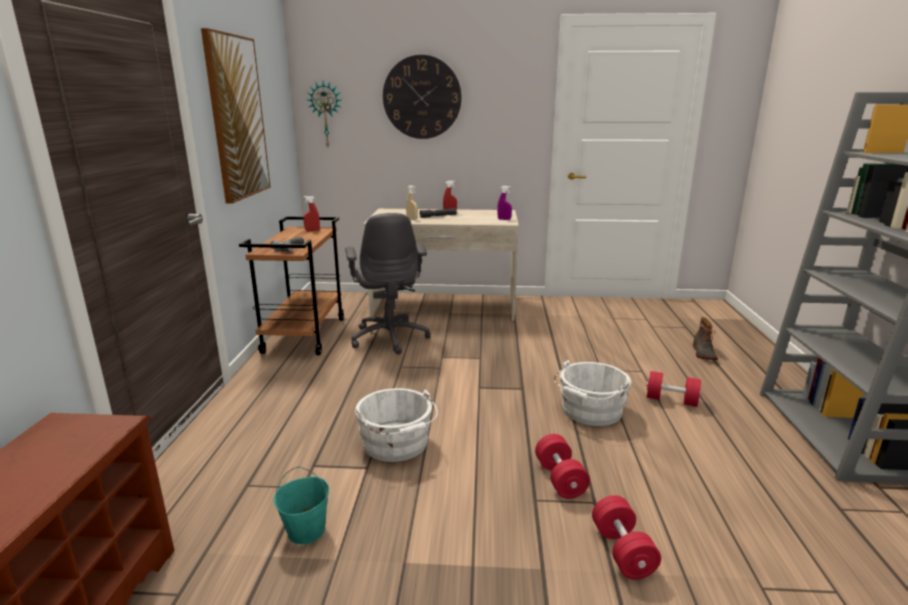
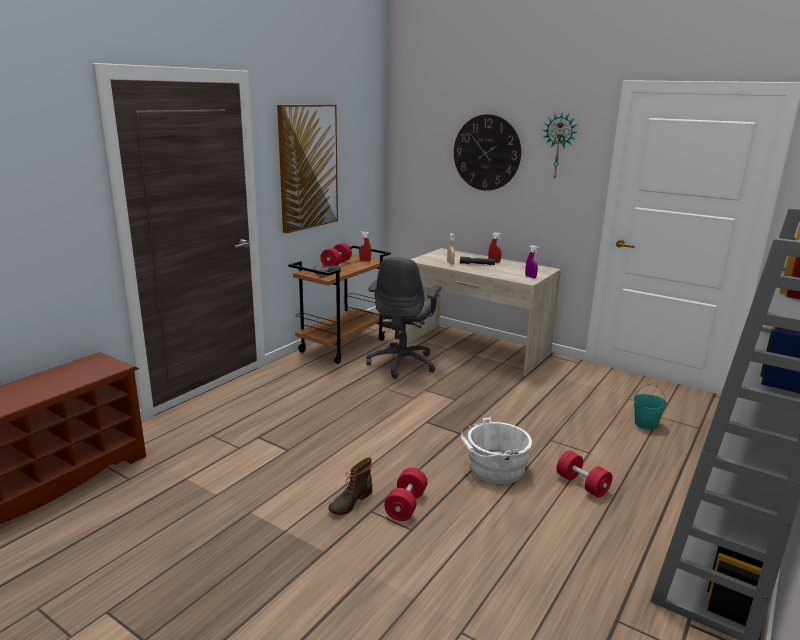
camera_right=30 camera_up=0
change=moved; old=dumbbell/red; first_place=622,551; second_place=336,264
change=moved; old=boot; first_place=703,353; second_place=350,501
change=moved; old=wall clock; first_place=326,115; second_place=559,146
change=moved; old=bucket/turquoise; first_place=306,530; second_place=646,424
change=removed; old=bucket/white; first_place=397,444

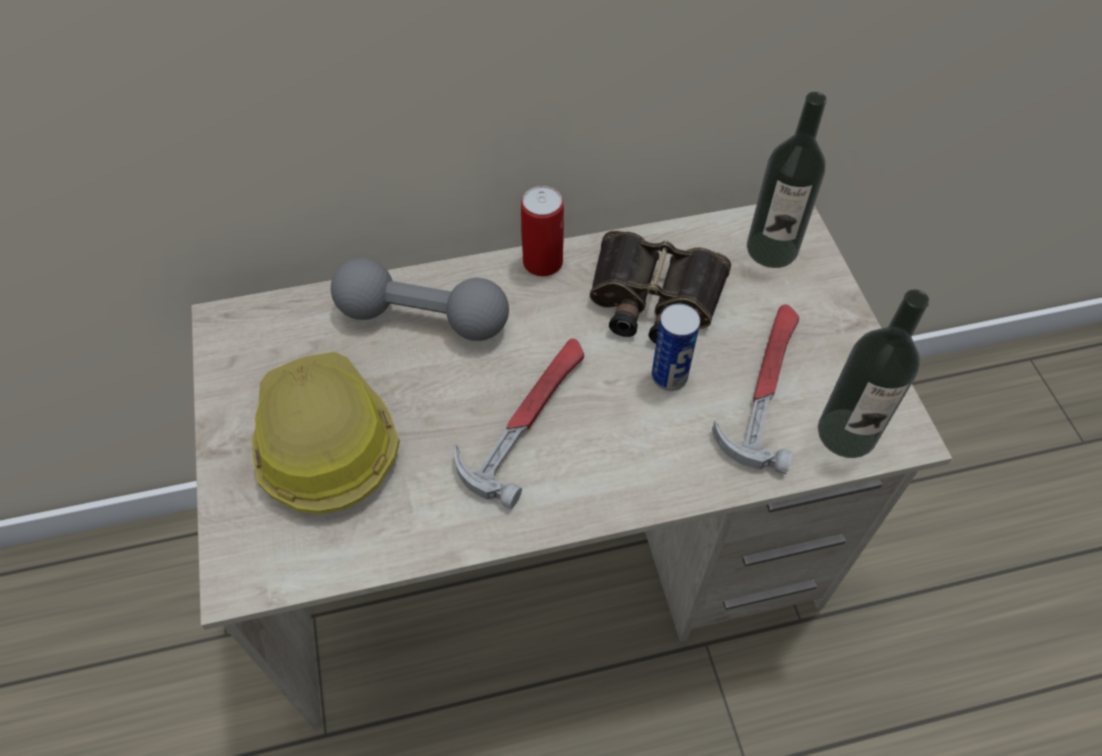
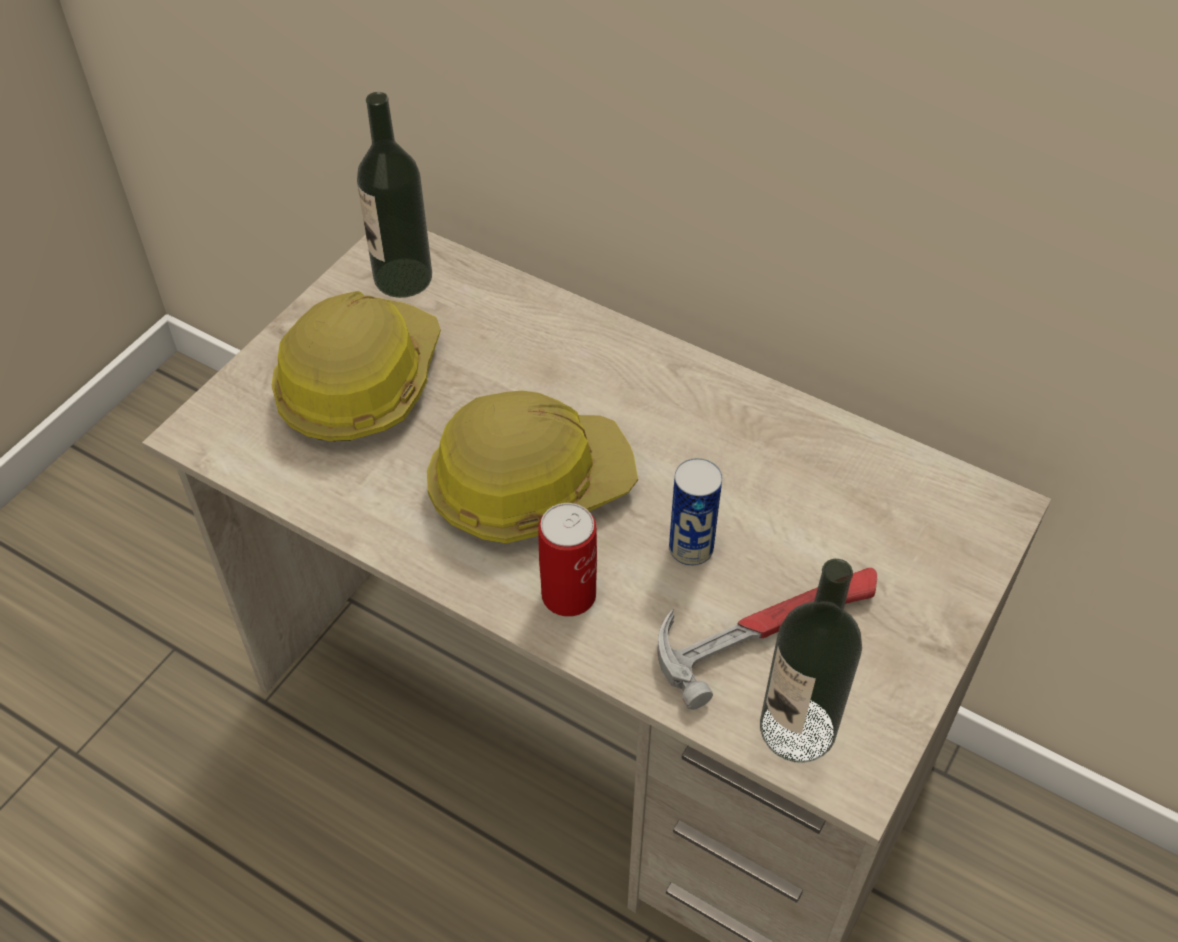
camera_right=45 camera_up=-5
change=moved; old=bottle; first_place=772,249; second_place=403,278
change=replaced; old=hammer; new=hard hat; first_place=526,417; second_place=529,485
change=moved; old=can; first_place=542,262; second_place=568,594
change=removed; old=dumbbell/grey; first_place=423,318
change=removed; old=binoculars; first_place=653,299

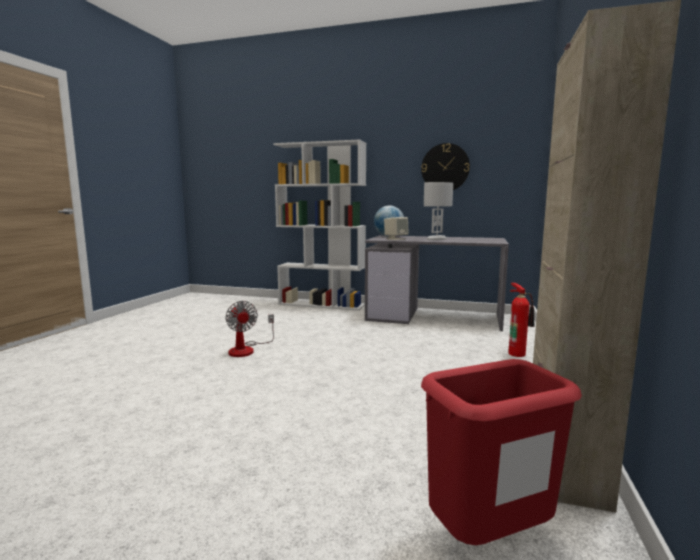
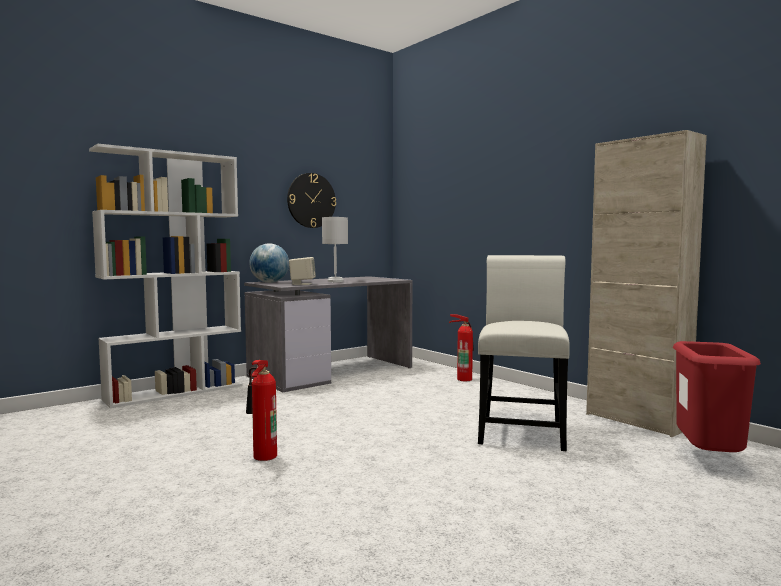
camera_right=-55 camera_up=-5
change=replaced; old=fan; new=fire extinguisher; first_place=247,349; second_place=262,457
change=added; new=chair/white; second_place=521,430

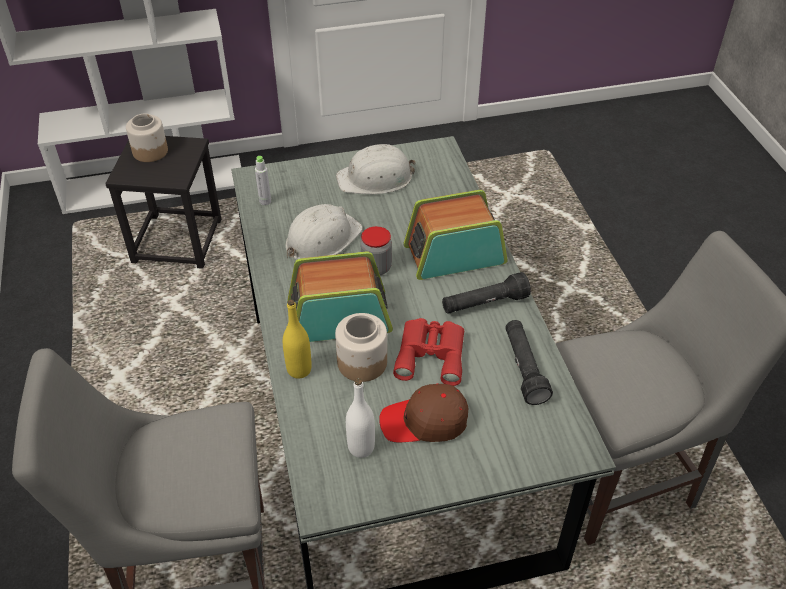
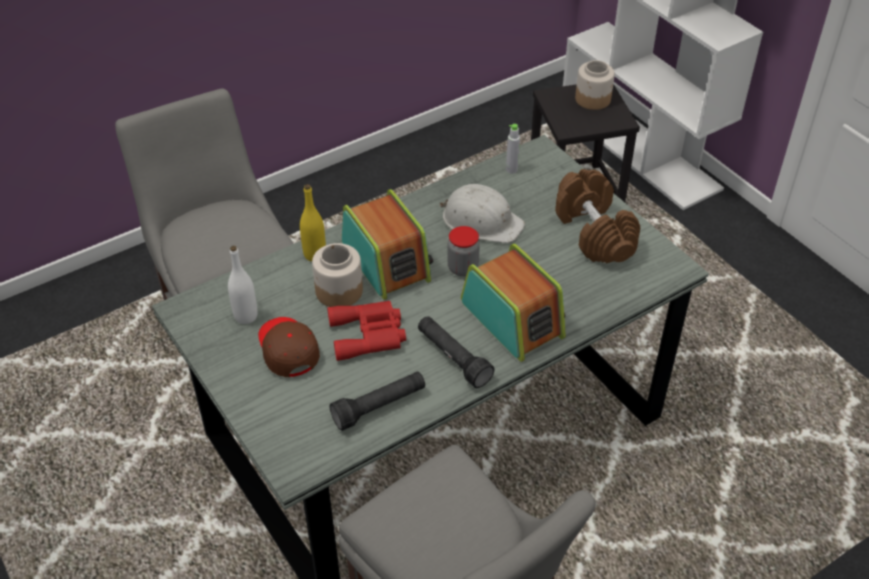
camera_right=70 camera_up=0
change=replaced; old=hard hat/white; new=dumbbell/brown; first_place=376,178; second_place=593,232

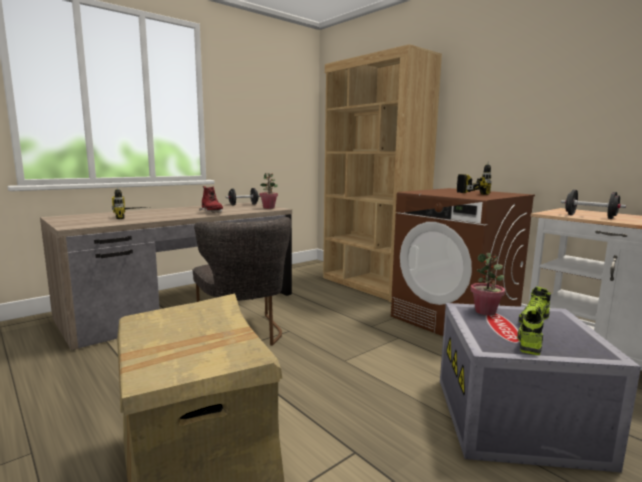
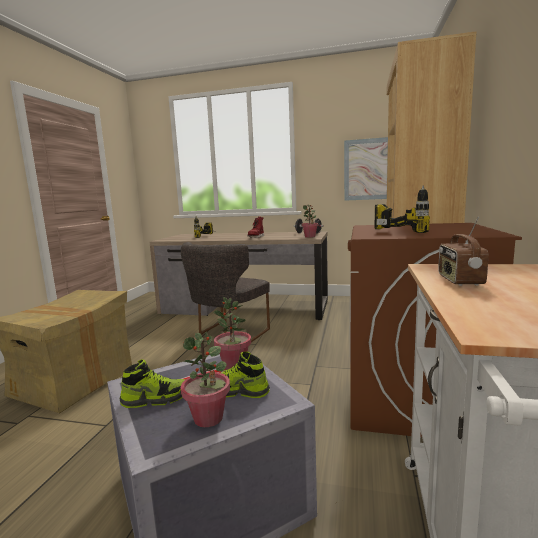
camera_right=55 camera_up=0
change=added; new=potted plant; second_place=208,418
change=added; new=picture; second_place=367,169
change=replaced; old=dumbbell/black; new=radio; first_place=590,216; second_place=459,280

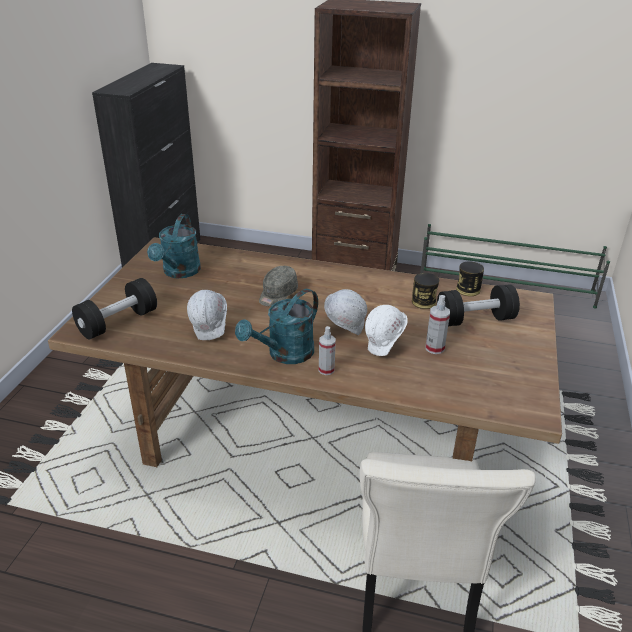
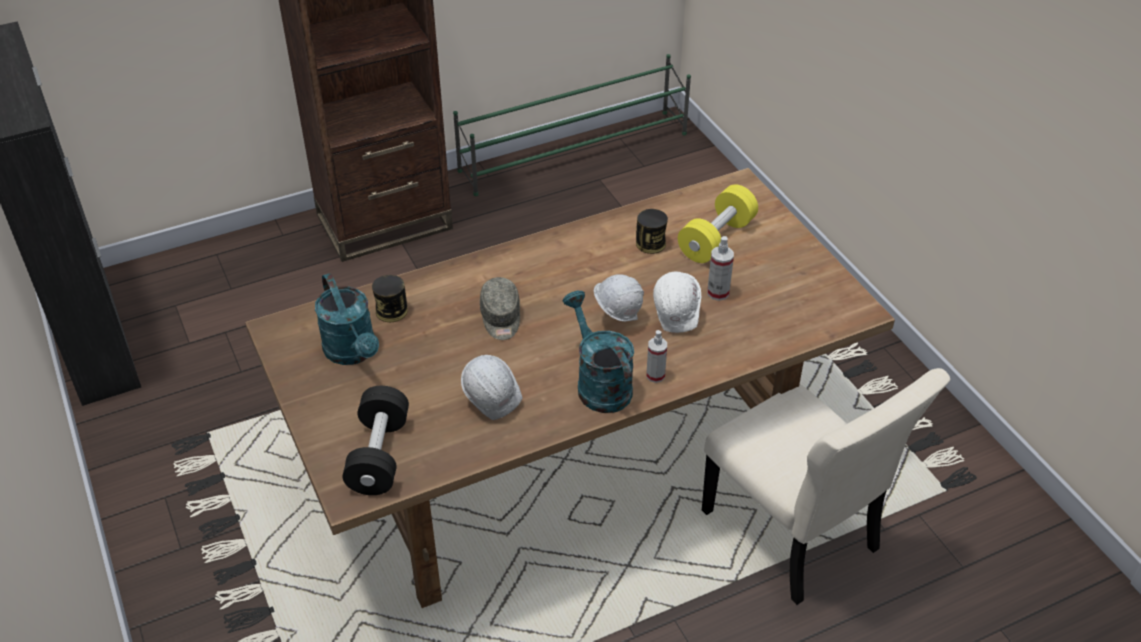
camera_right=-40 camera_up=10
change=moved; old=can; first_place=468,290; second_place=391,311
change=turned; old=watering can/turquoise; first_place=284,355; second_place=599,383; degrees=150
change=recoloured; old=dumbbell/black; new=dumbbell/yellow; first_place=474,320; second_place=716,239

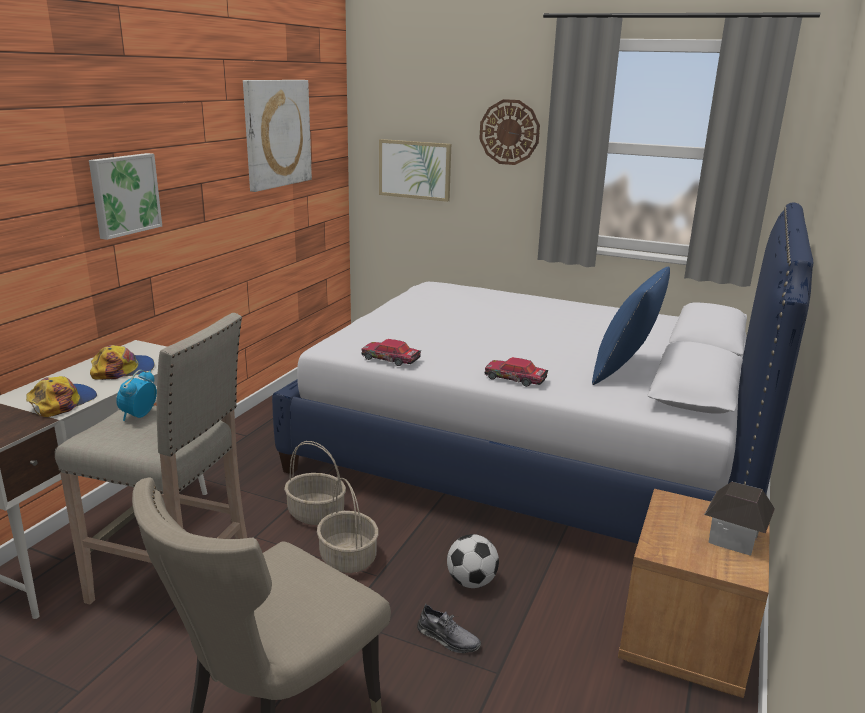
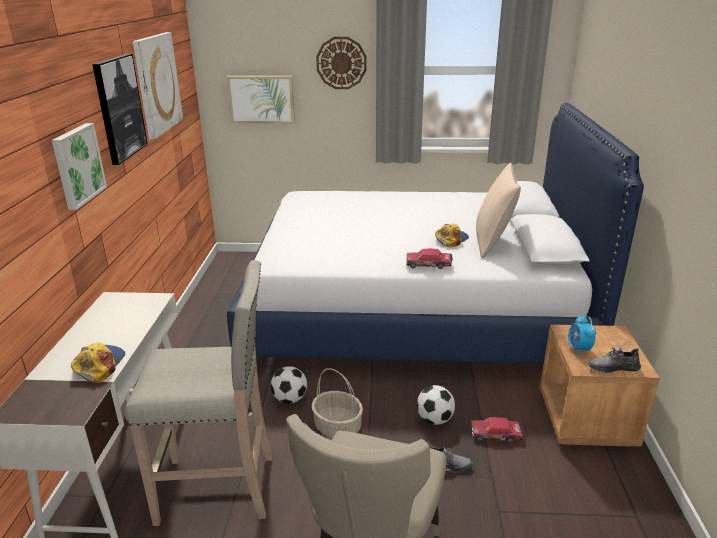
camera_right=-20 camera_up=5
change=added; new=picture; second_place=119,108
change=replaced; old=basket; new=football; first_place=317,513; second_place=290,399
change=moved; old=cap; first_place=123,370; second_place=451,239
change=moved; old=toy car; first_place=391,359; second_place=496,435
change=recoloured; old=pillow/blue; new=pillow/beige; first_place=624,370; second_place=492,242
change=moved; old=alarm clock; first_place=138,415; second_place=578,349
change=added; new=shoe/grey; second_place=613,367
change=removed; old=toy house; first_place=734,538

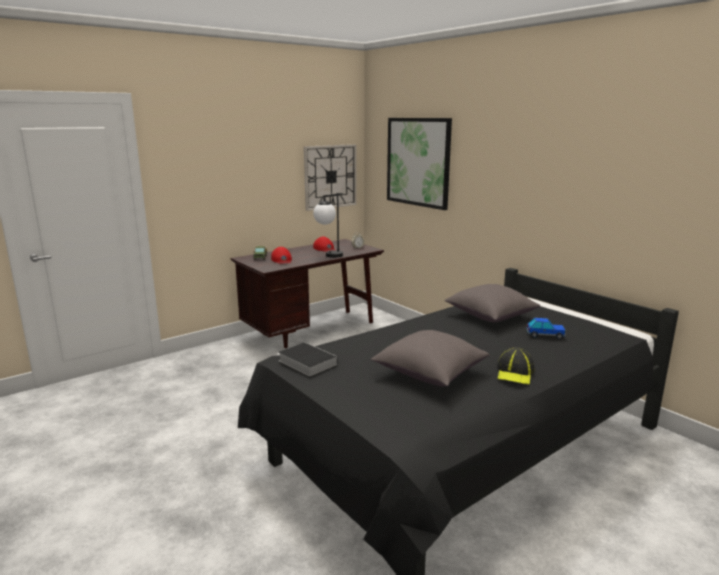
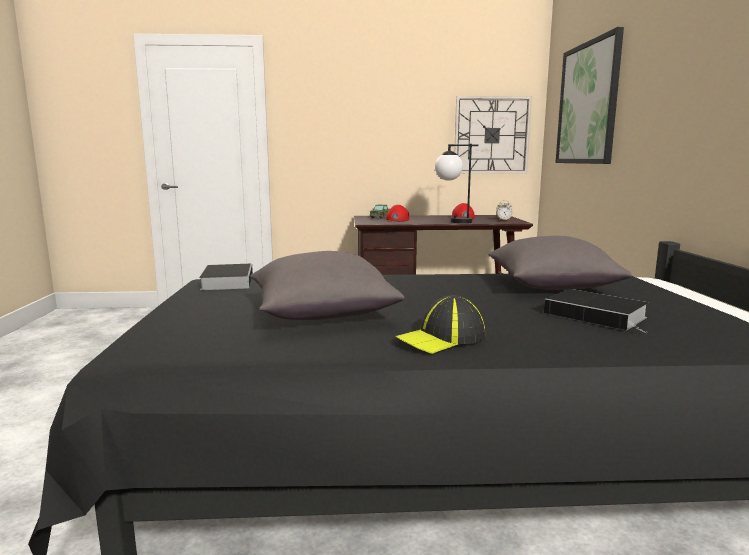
camera_right=35 camera_up=-5
change=replaced; old=toy car; new=book; first_place=545,335; second_place=598,315

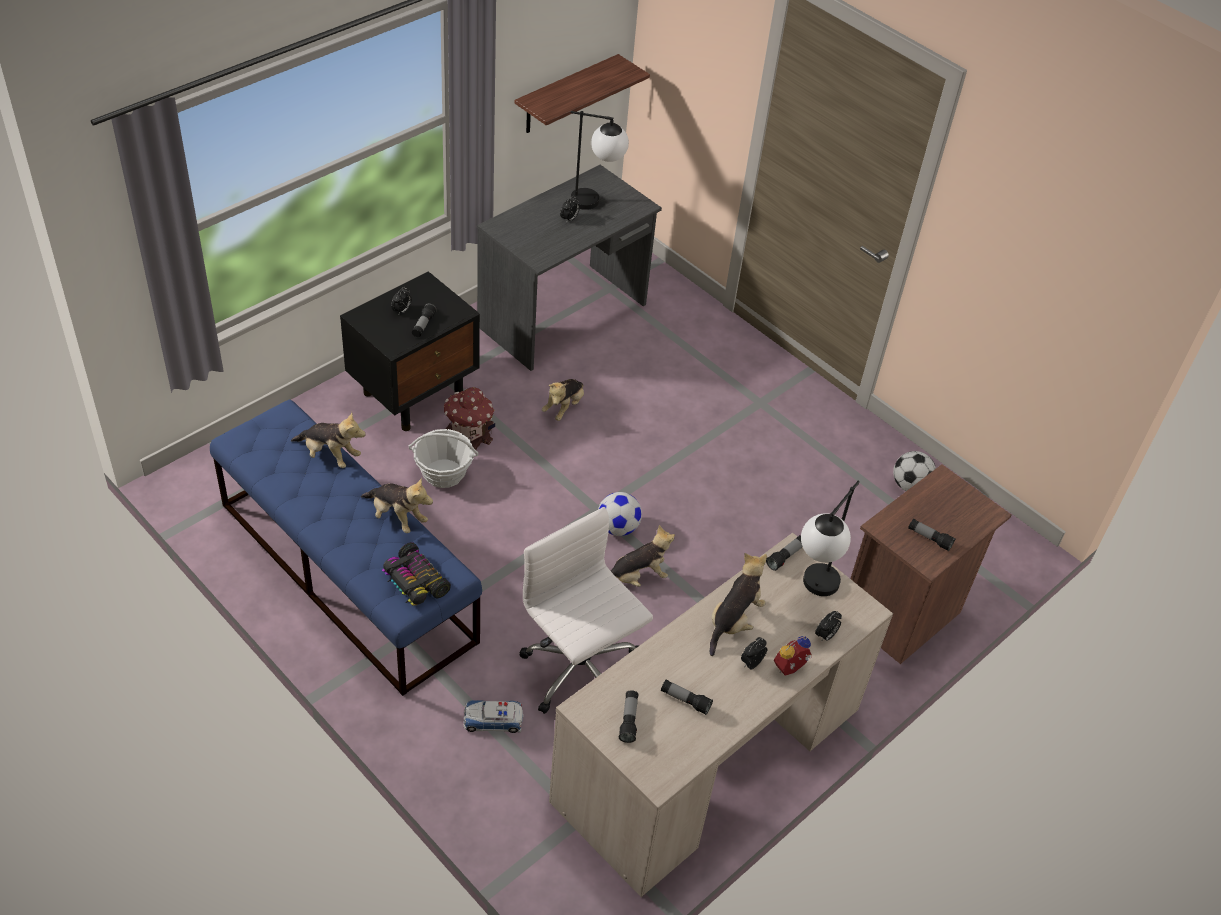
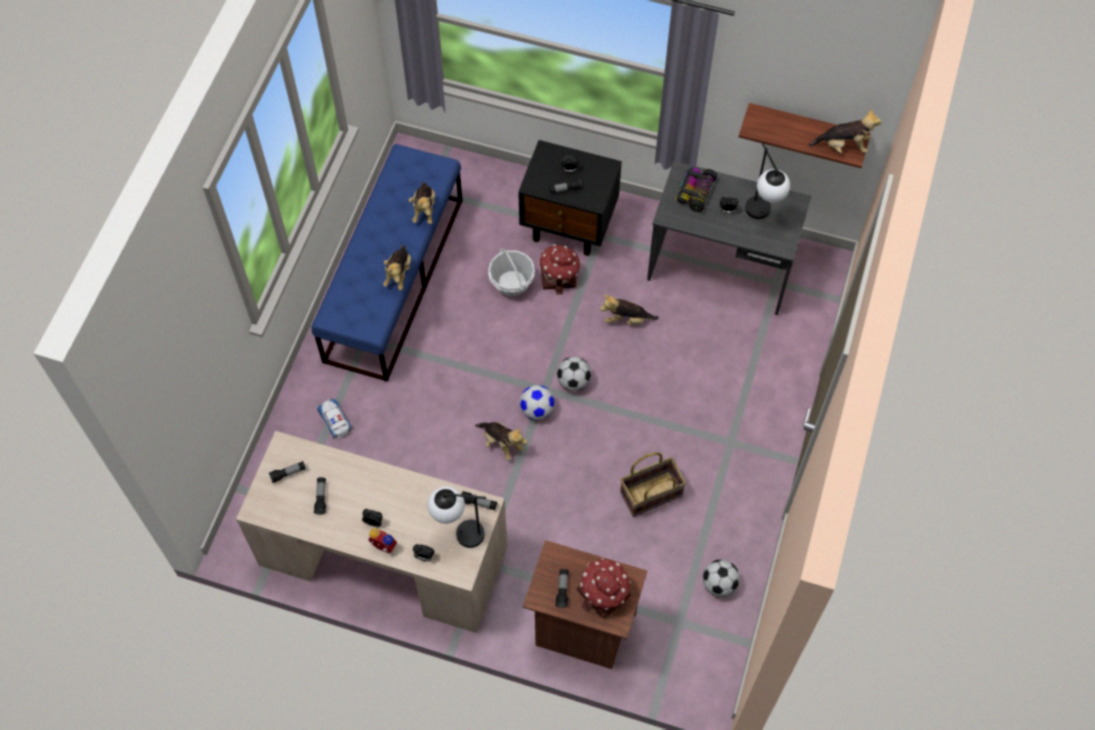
camera_right=65 camera_up=15
change=added; new=football; second_place=573,382
change=added; new=toy house; second_place=604,594
change=added; new=basket; second_place=651,493
change=moved; old=toy car; first_place=414,582; second_place=694,192
change=moved; old=plush toy; first_place=734,621; second_place=843,146
change=removed; old=office chair/white; first_place=581,671

